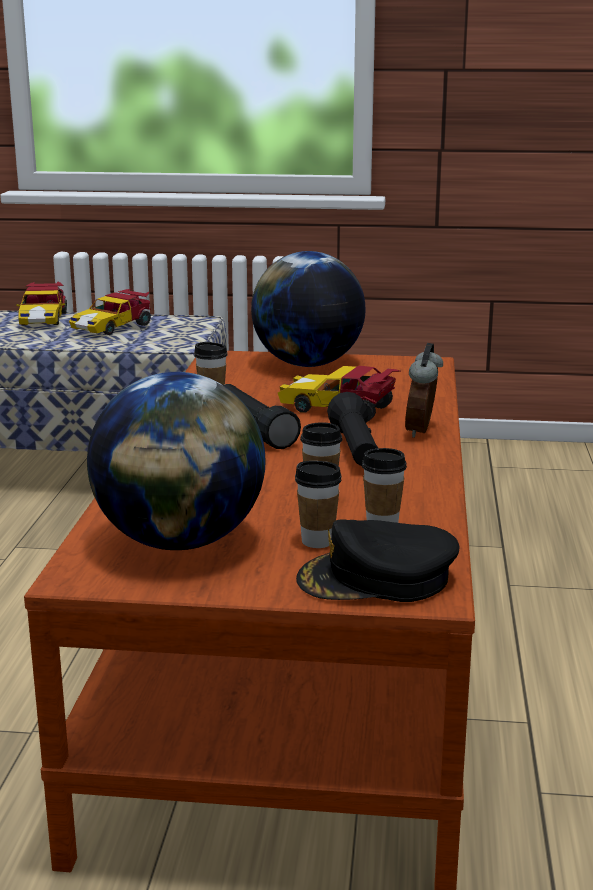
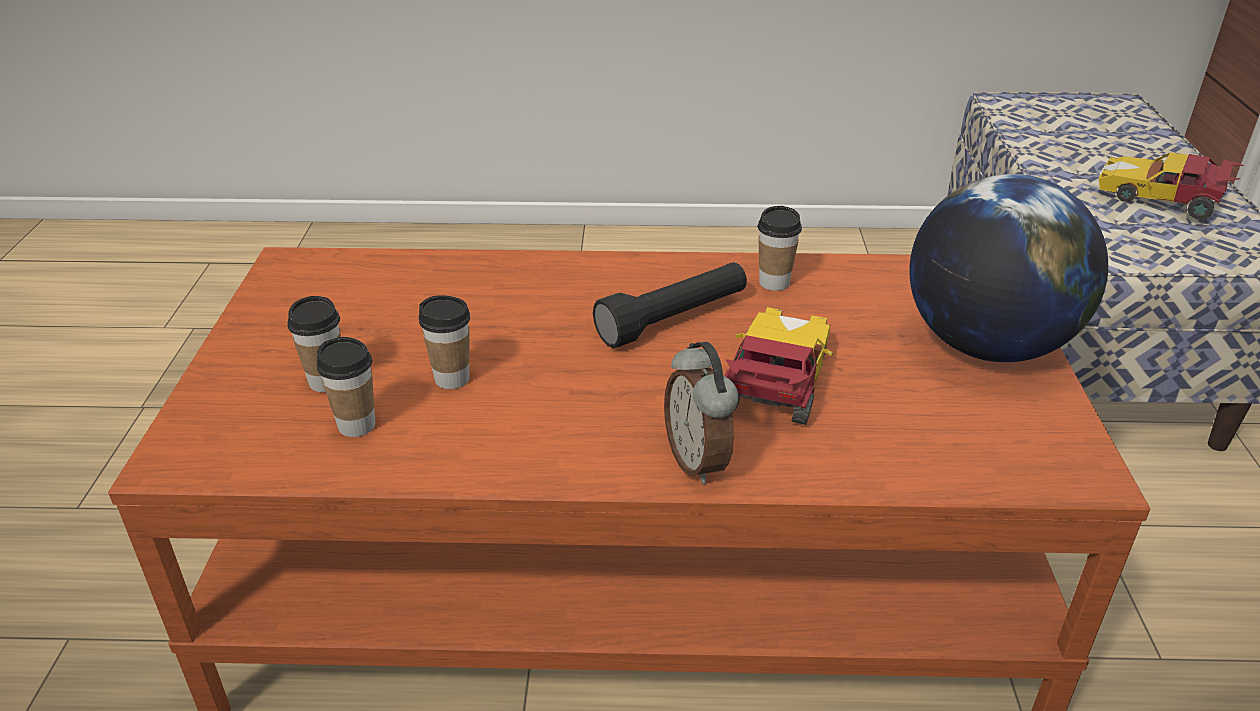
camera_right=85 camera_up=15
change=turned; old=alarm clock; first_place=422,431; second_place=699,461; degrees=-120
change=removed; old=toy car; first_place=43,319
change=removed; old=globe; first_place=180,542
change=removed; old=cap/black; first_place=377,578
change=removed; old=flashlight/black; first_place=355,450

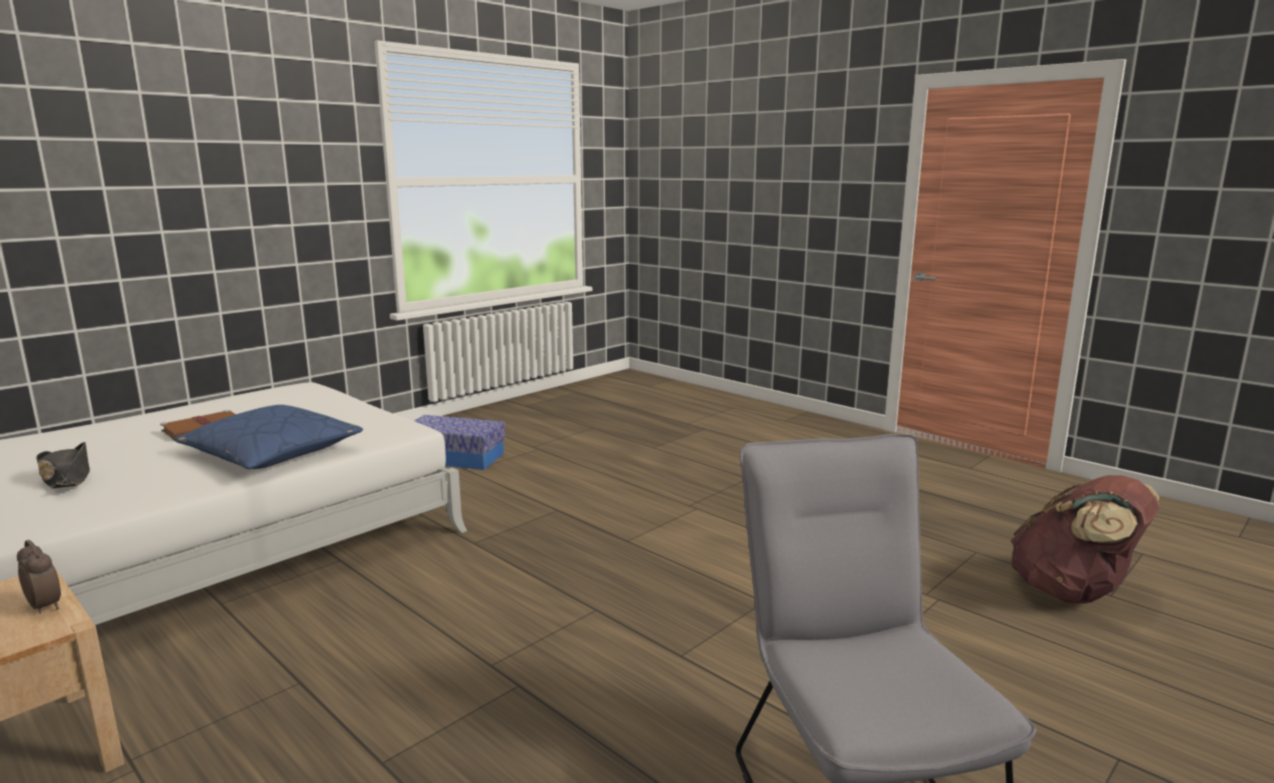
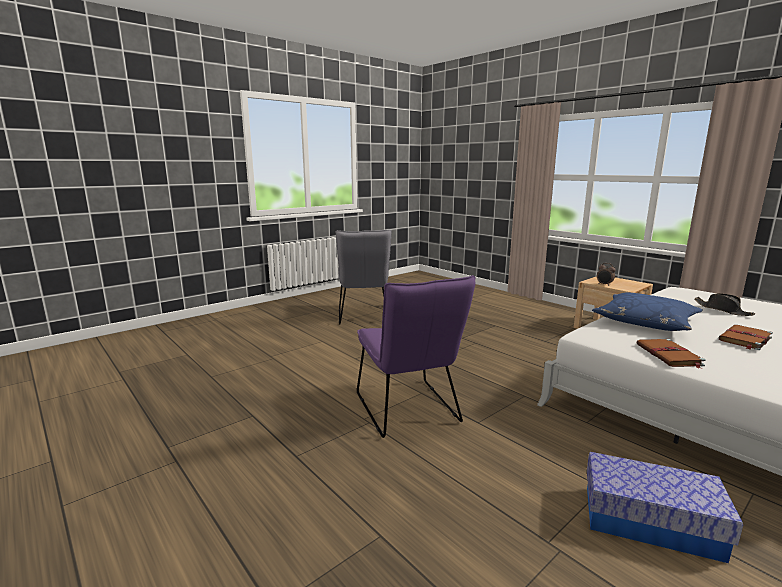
camera_right=-175 camera_up=0
change=added; new=chair/purple; second_place=409,411
change=added; new=book/brown; second_place=669,355
change=removed; old=backpack/brown; first_place=1073,593

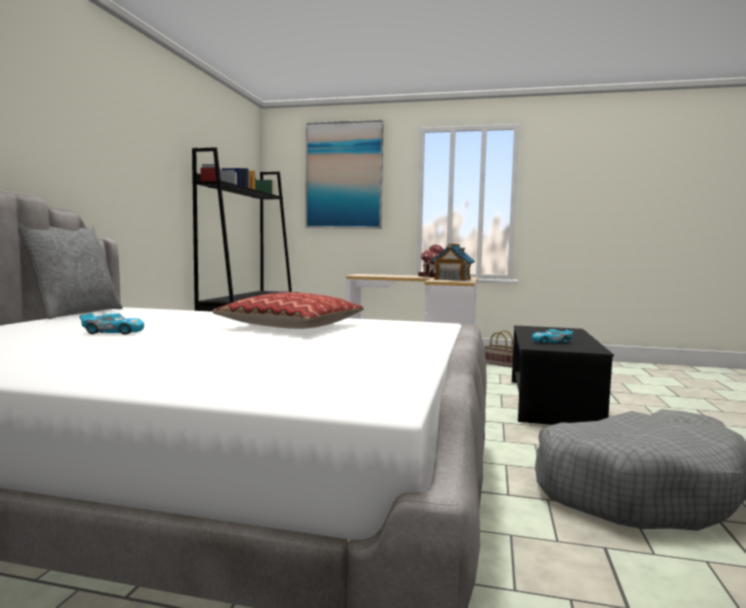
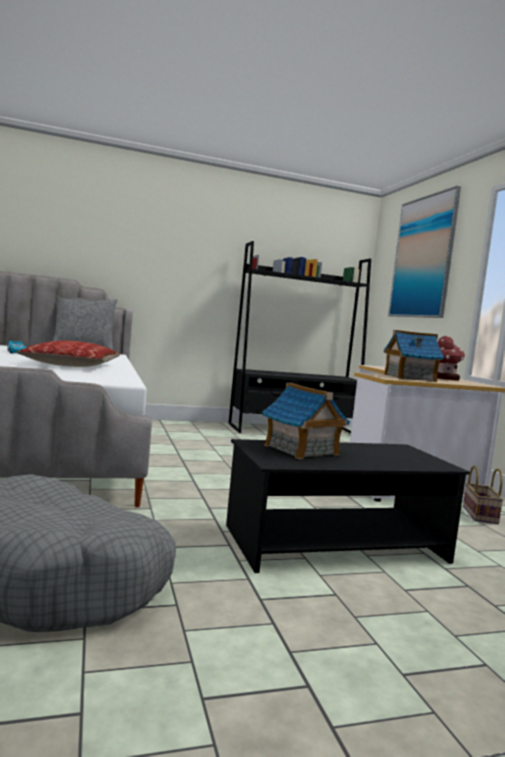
camera_right=60 camera_up=0
change=replaced; old=toy car; new=toy house; first_place=551,342; second_place=301,450

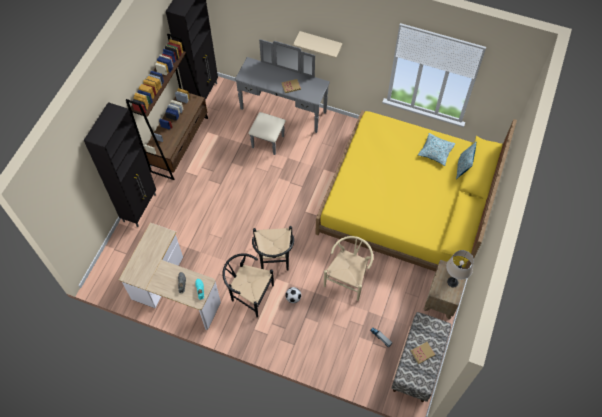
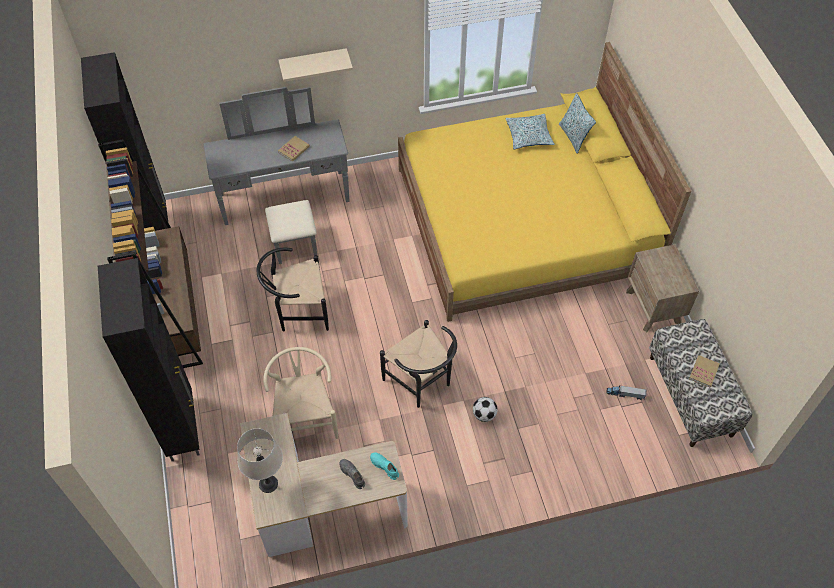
camera_right=-35 camera_up=-5
change=moved; old=table lamp/beige; first_place=452,282; second_place=268,484
change=moved; old=chair/black; first_place=248,294; second_place=298,312
change=moved; old=chair/beige; first_place=348,278; second_place=305,417

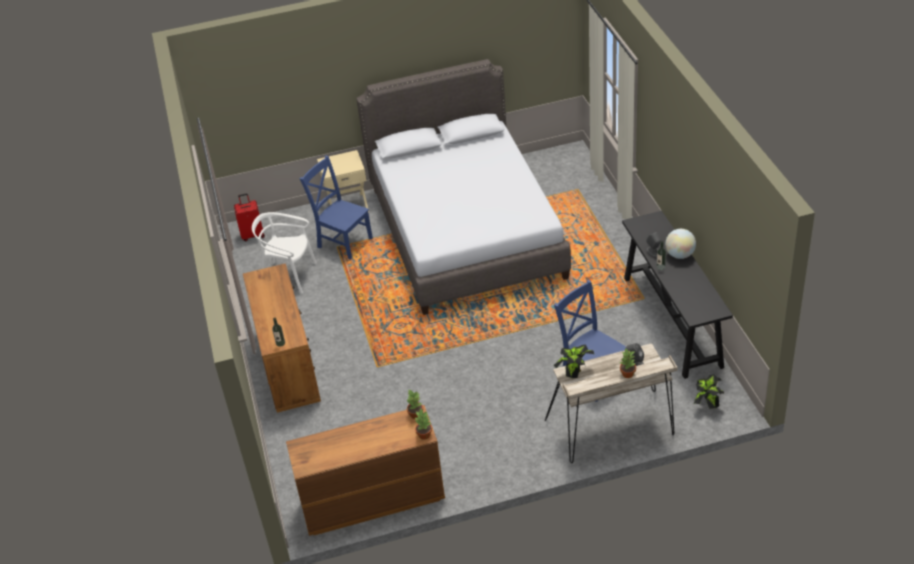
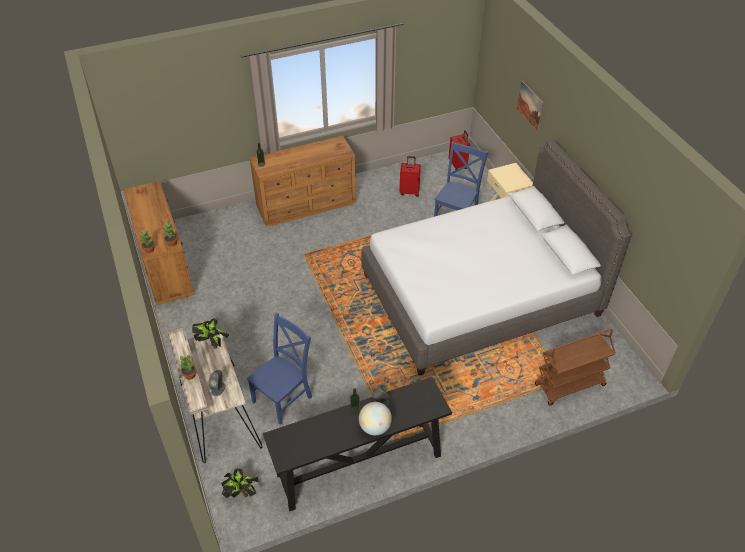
camera_right=80 camera_up=5
change=replaced; old=chair/white; new=suitcase/red; first_place=289,276; second_place=409,192
change=added; new=picture; second_place=530,105
change=added; new=cart/brown; second_place=569,385

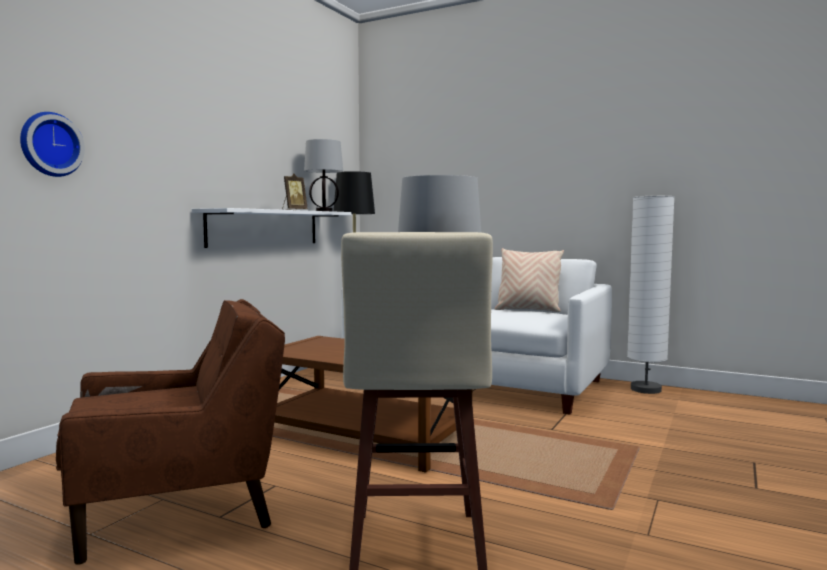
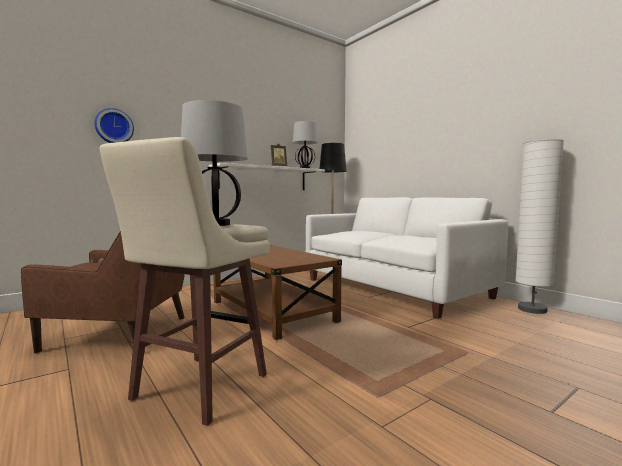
camera_right=25 camera_up=0
change=removed; old=pillow/beige; first_place=528,310

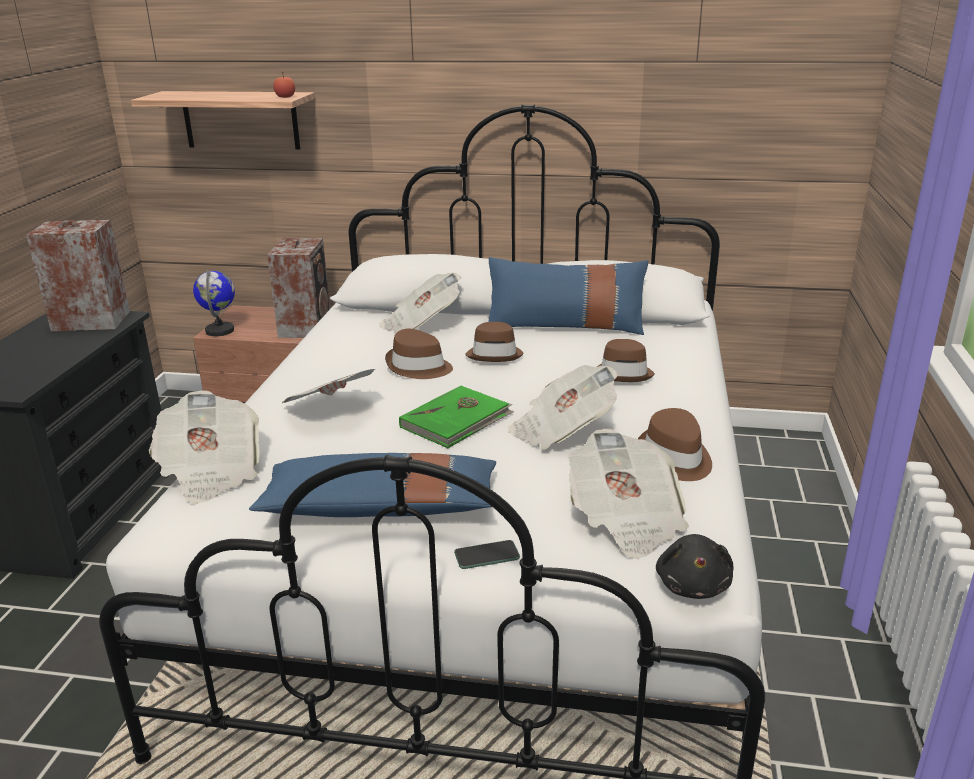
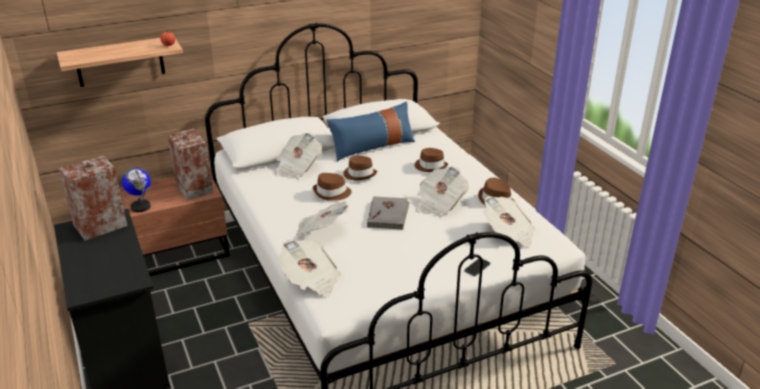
camera_right=-35 camera_up=5
change=recoloured; old=book/green; new=book/grey; first_place=457,420; second_place=388,214
change=removed; old=pillow/blue; first_place=381,508
change=removed; old=plush toy/black; first_place=693,585

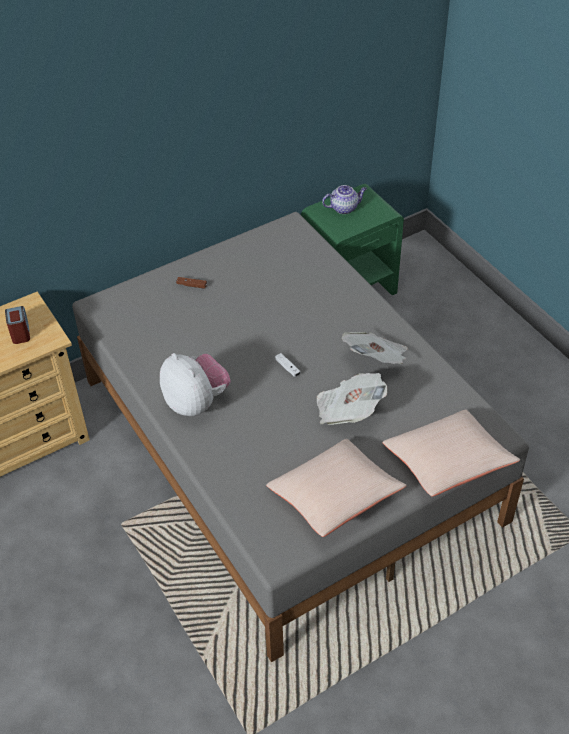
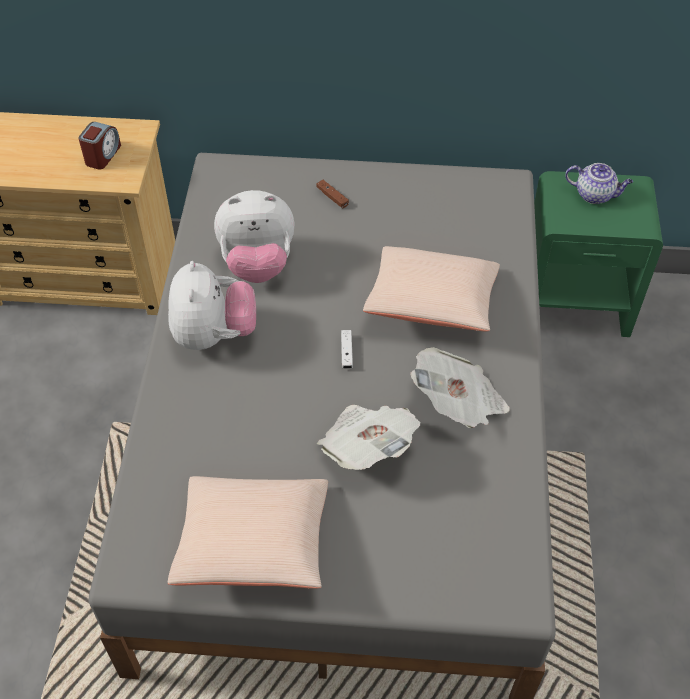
camera_right=35 camera_up=5
change=added; new=plush toy; second_place=258,264
change=moved; old=pillow/beige; first_place=447,463; second_place=432,303

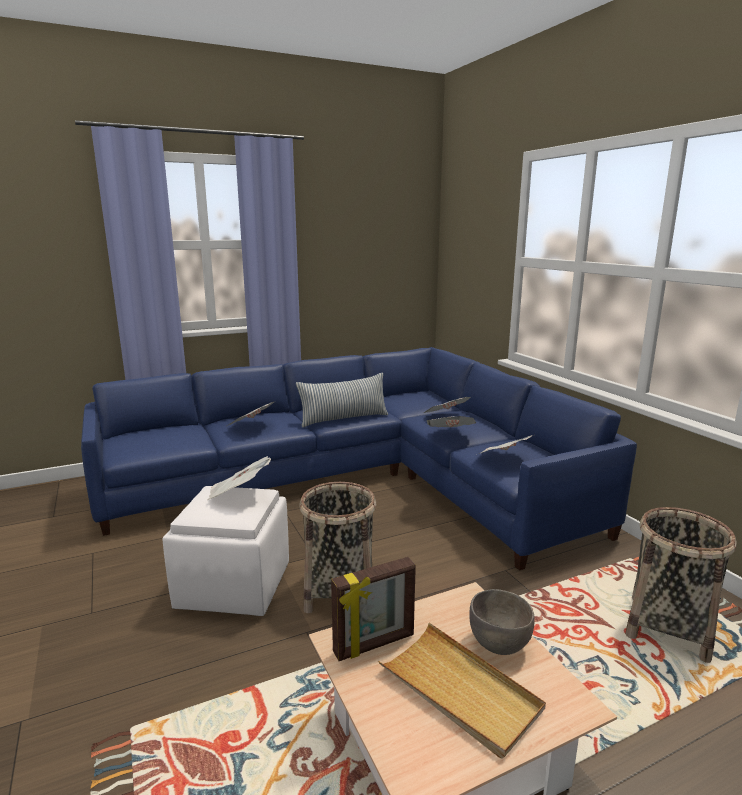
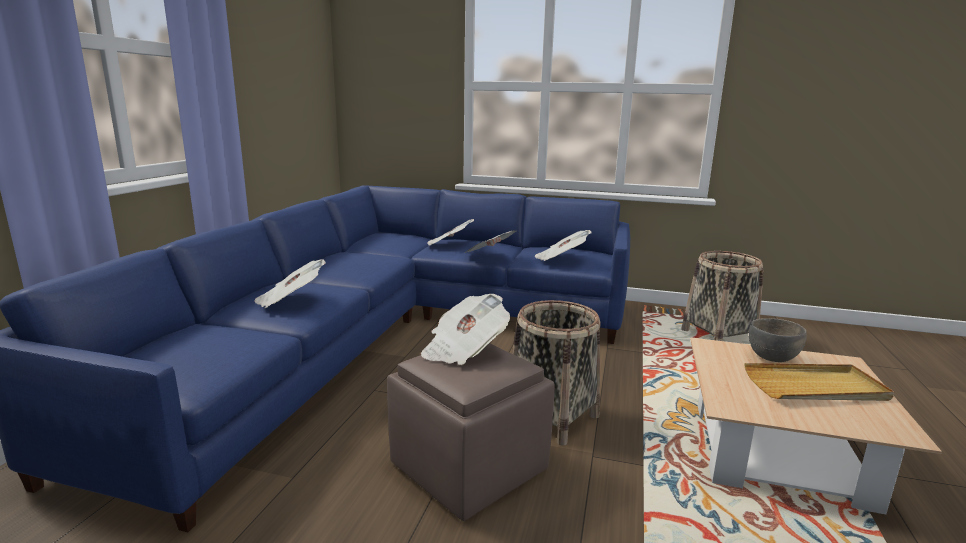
camera_right=-50 camera_up=0
change=recoloured; old=ottoman/white; new=ottoman/brown; first_place=235,585; second_place=469,467
change=removed; old=pillow; first_place=344,419
change=removed; old=picture frame; first_place=374,645

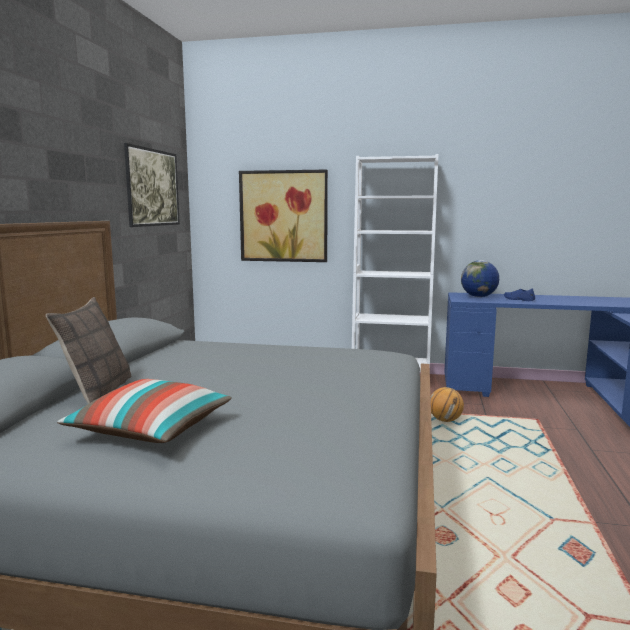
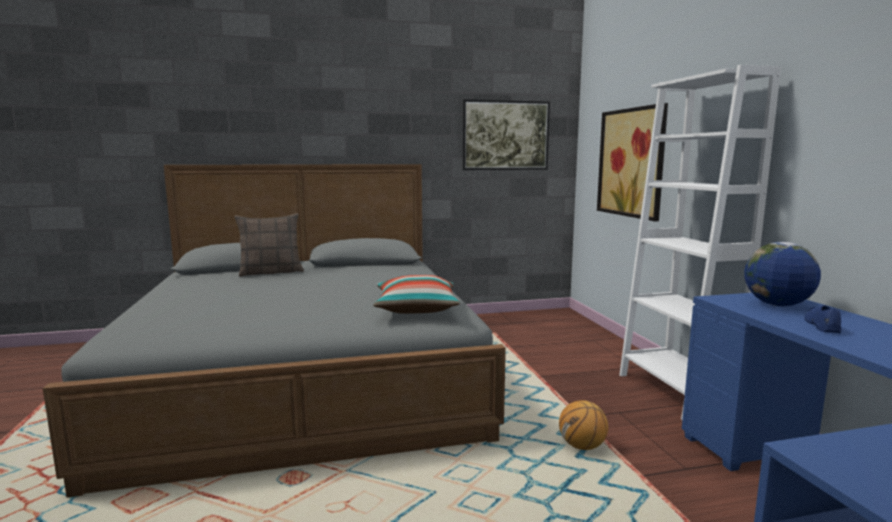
camera_right=65 camera_up=0
change=moved; old=pillow; first_place=151,430; second_place=416,308

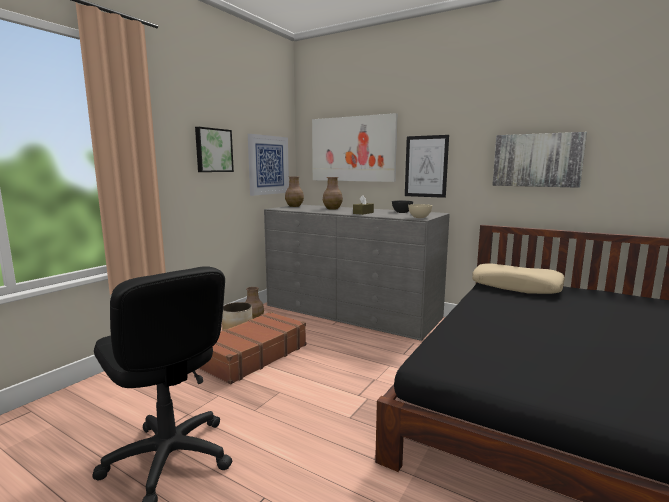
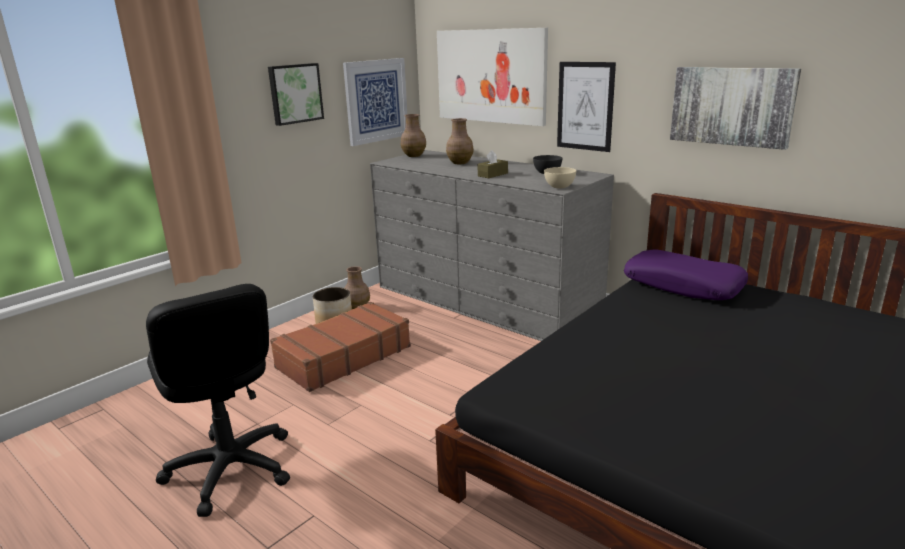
camera_right=10 camera_up=10
change=recoloured; old=pillow/beige; new=pillow/purple; first_place=516,287; second_place=683,285

